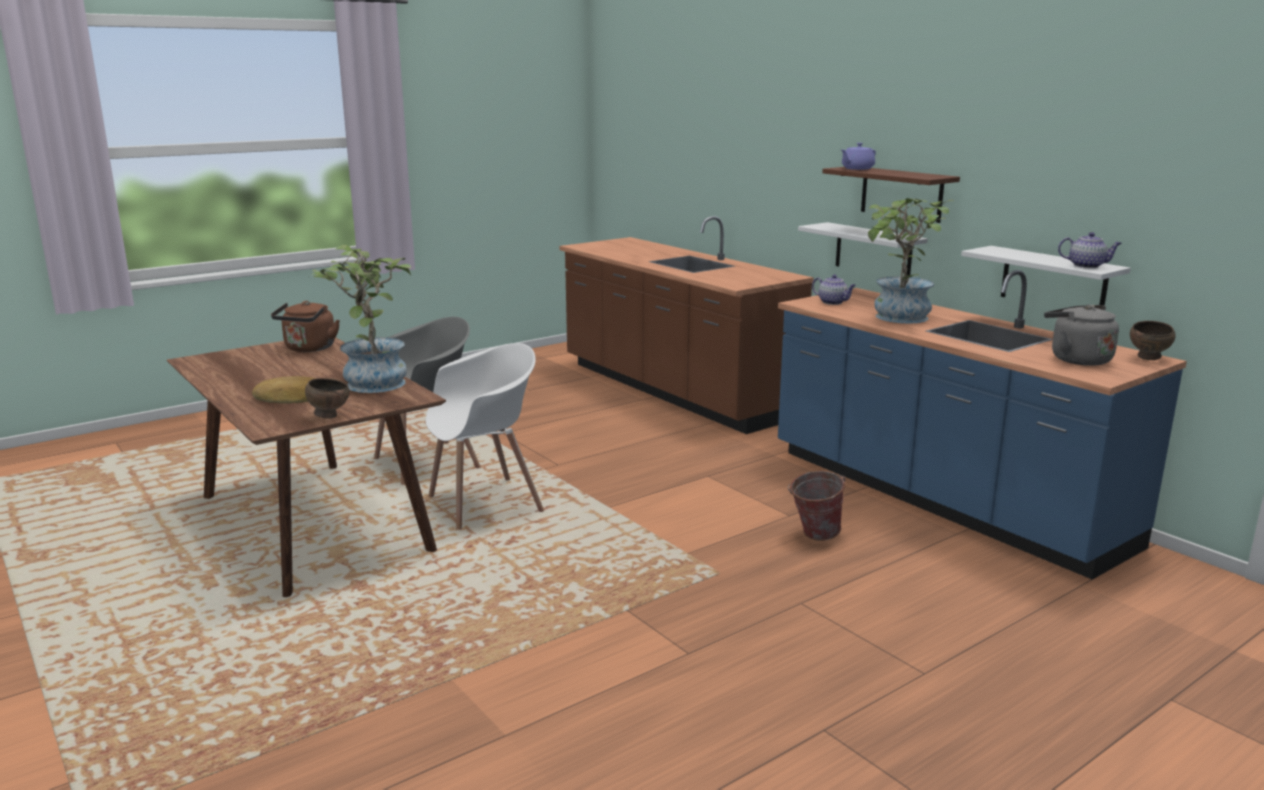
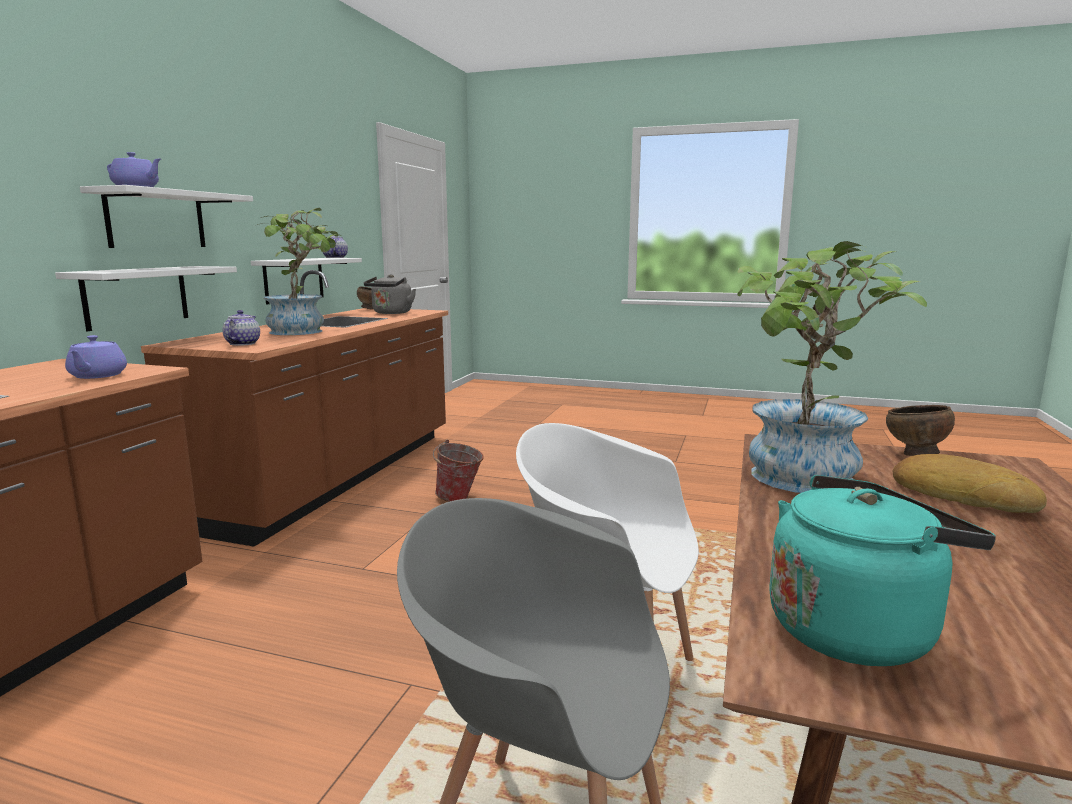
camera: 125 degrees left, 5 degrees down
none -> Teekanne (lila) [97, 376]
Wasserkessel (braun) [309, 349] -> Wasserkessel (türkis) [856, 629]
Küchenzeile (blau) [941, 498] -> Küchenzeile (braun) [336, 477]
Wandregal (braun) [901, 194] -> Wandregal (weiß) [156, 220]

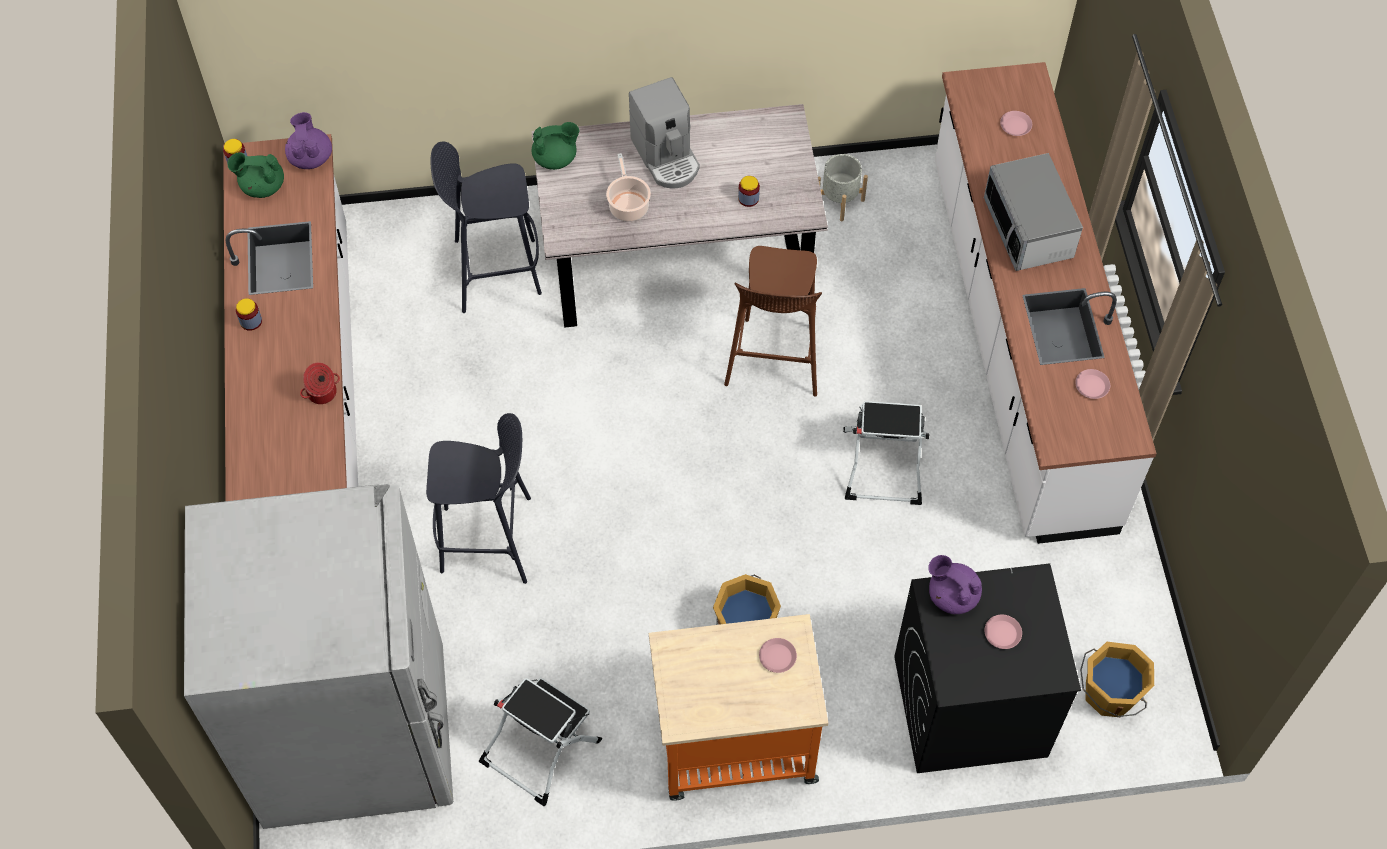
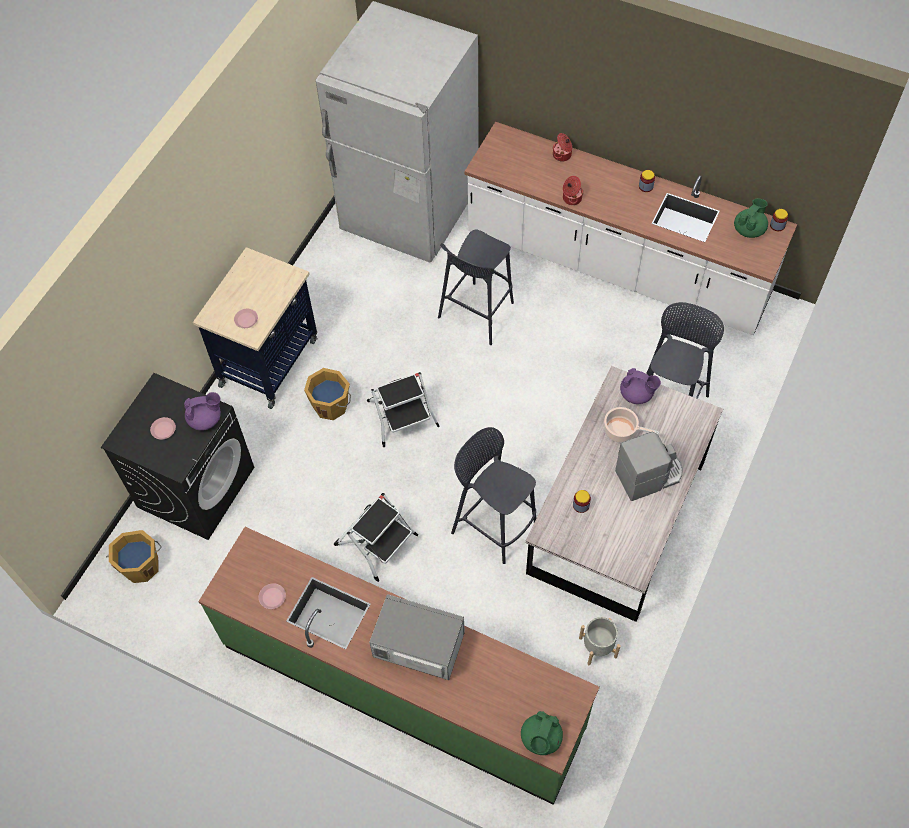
camera: 125 degrees right, 0 degrees up
Teller (rosa) [1015, 126] -> none
none -> Kochtopf [562, 155]
Teekanne (lila) [310, 157] -> Teekanne (lila) [637, 394], relocated
Trittleiter [540, 746] -> Trittleiter [401, 415], relocated
Teekanne (grün) [556, 158] -> Teekanne (grün) [541, 739], relocated
Rollwagen (orange) [734, 747] -> Rollwagen (blau) [269, 361]
Hocker (braun) [774, 359] -> Hocker (grau) [495, 525]
Küchenzeile (weiß) [1018, 343] -> Küchenzeile (grün) [402, 686]
Kaffeemaschine [666, 157] -> Kaffeemaschine [649, 476], 150 degrees clockwise

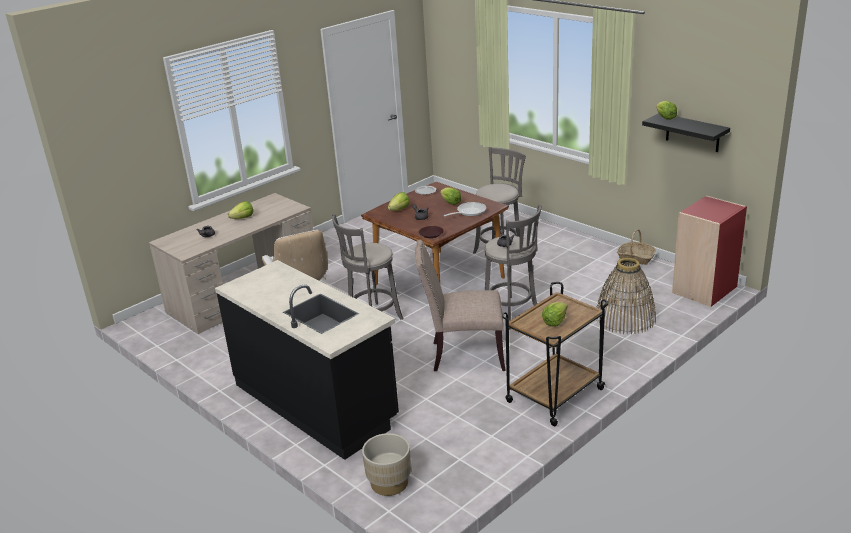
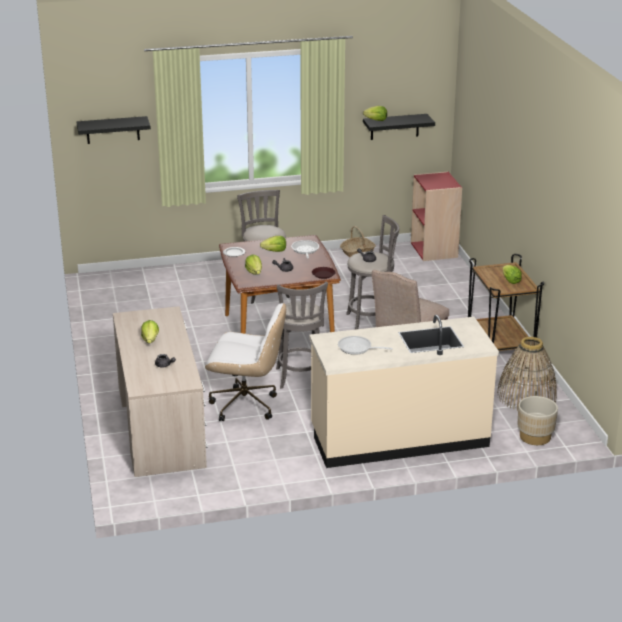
camera: 60 degrees left, 0 degrees up
none -> Wandregal (schwarz) [112, 130]
none -> Pfanne [357, 348]
Korb [625, 318] -> Korb [526, 396], relocated
Küchenzeile (schwarz) [316, 402] -> Küchenzeile (beige) [399, 438]

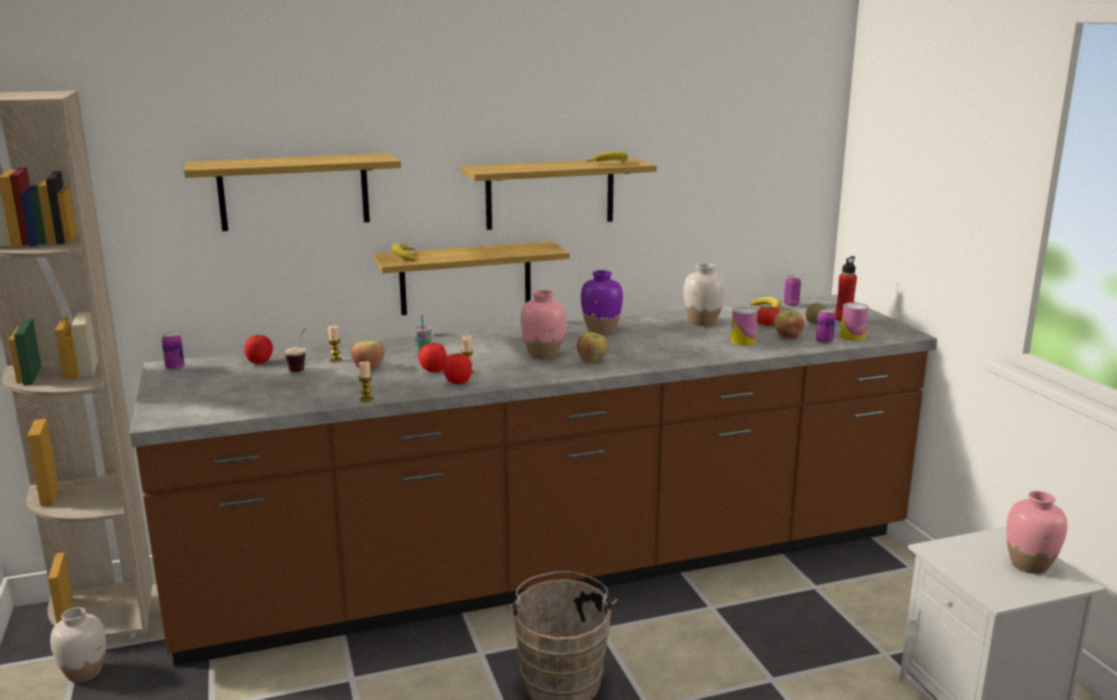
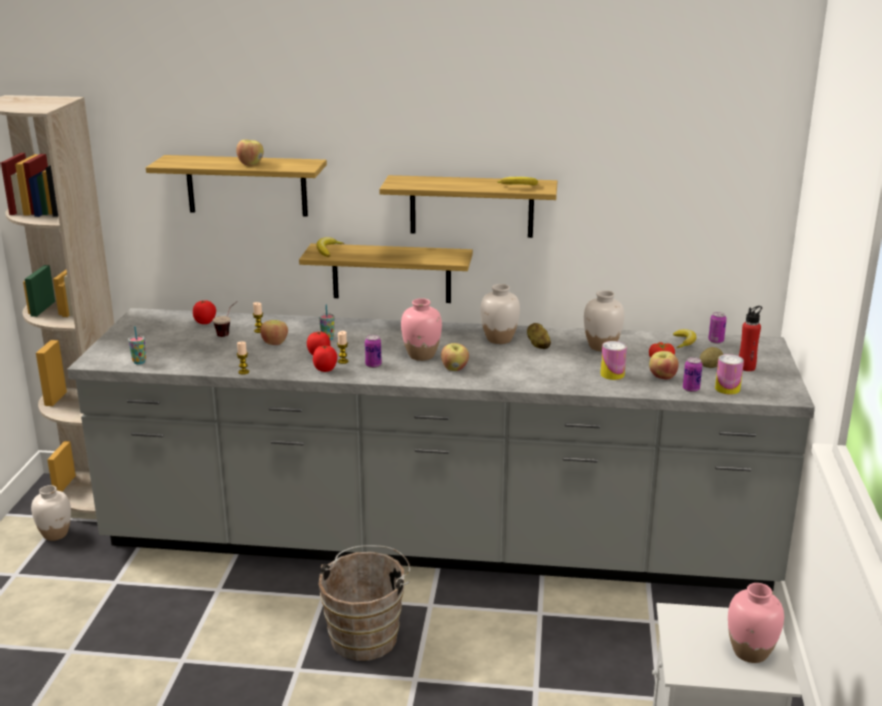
camera: 25 degrees right, 5 degrees up
none -> Tasse [139, 362]
none -> Apfel [250, 164]
none -> Kartoffel [538, 345]
Dose [175, 367] -> Dose [373, 365], relocated
Küchenzeile (braun) [558, 566] -> Küchenzeile (grau) [441, 542]
Vase (lila) [601, 330] -> Vase (weiß) [499, 339]

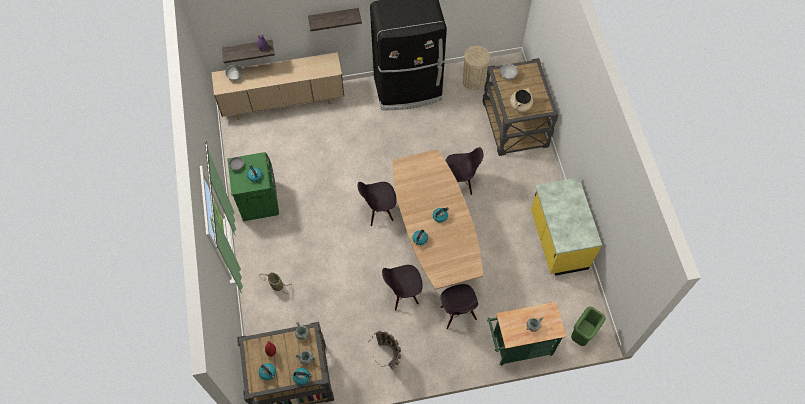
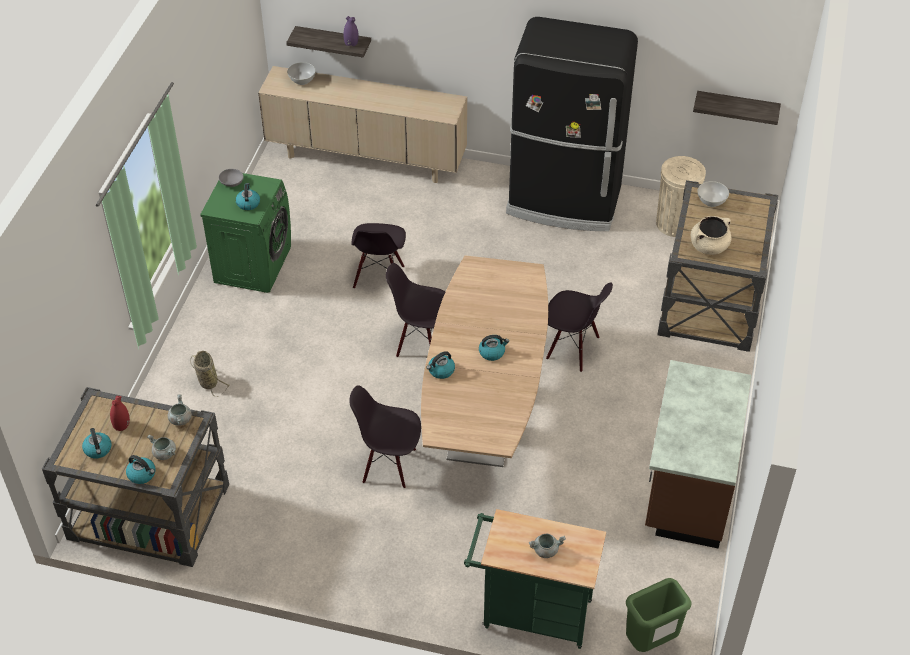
camera: 25 degrees right, 15 degrees down
Korb [390, 358] -> none
Wandregal [333, 17] -> Wandregal [737, 107], relocated
Stuhl (schwarz) [458, 313] -> Stuhl (schwarz) [379, 278], relocated
Küchenzeile (gelb) [557, 240] -> Küchenzeile (braun) [688, 487]

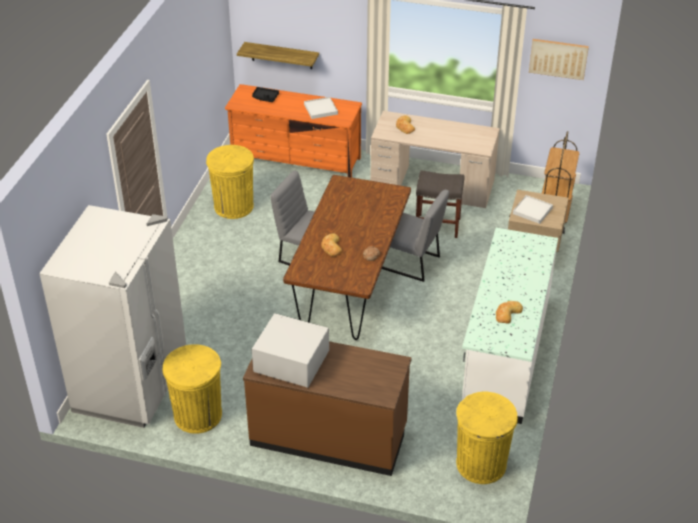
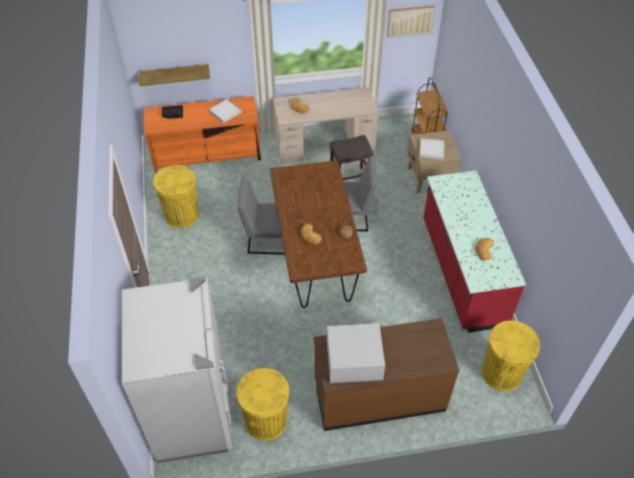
camera: 25 degrees left, 10 degrees up
Küchenzeile (weiß) [504, 354] -> Küchenzeile (rot) [461, 272]

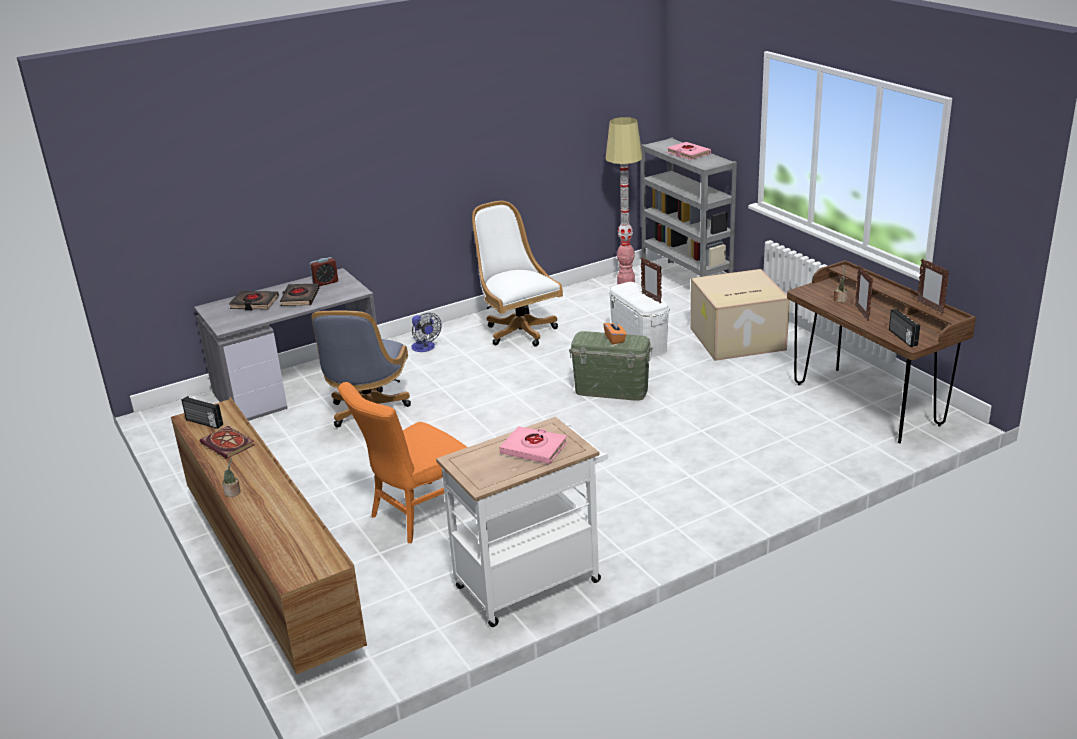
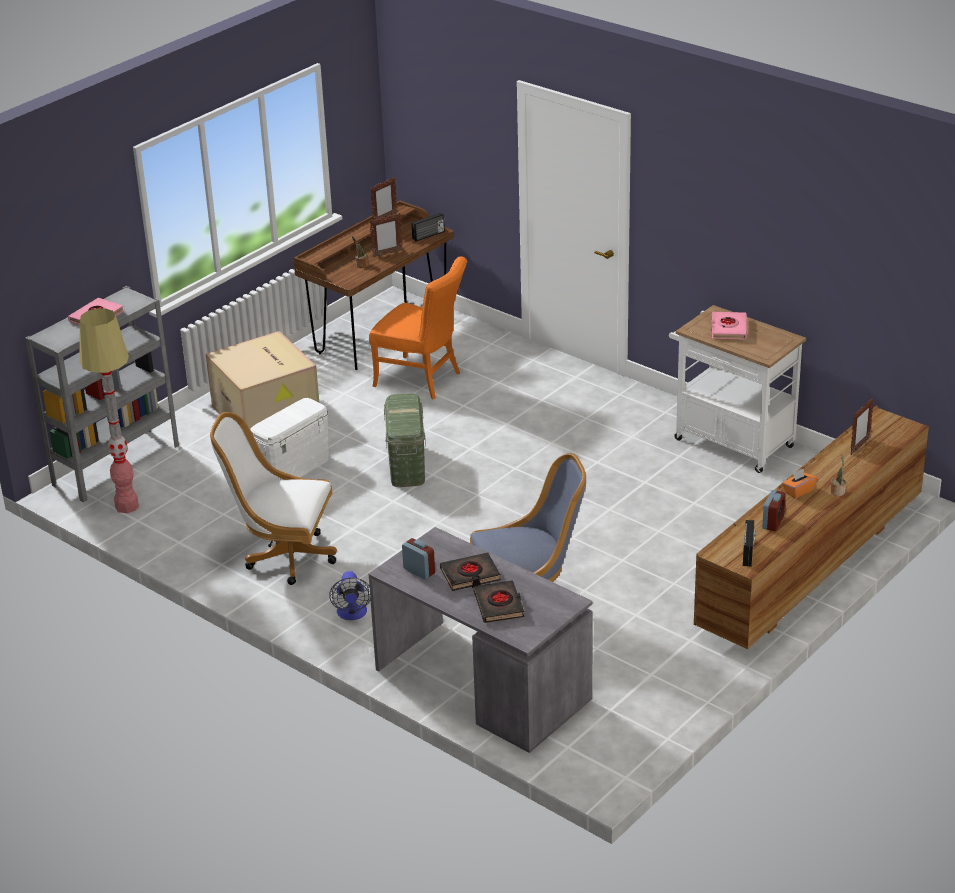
camera: 110 degrees left, 5 degrees up
Stuhl (orange) [416, 515] -> Stuhl (orange) [422, 379], relocated
Taschentuchbox (orange) [615, 339] -> Taschentuchbox (orange) [798, 491], relocated
Bilderrahmen [651, 298] -> Bilderrahmen [859, 447], relocated
Buch [229, 444] -> Wecker [773, 522]
Ventilator [425, 348] -> Ventilator [352, 614], 135 degrees clockwise
Bürostuhl (weiß) [517, 330] -> Bürostuhl (weiß) [283, 557], 60 degrees clockwise

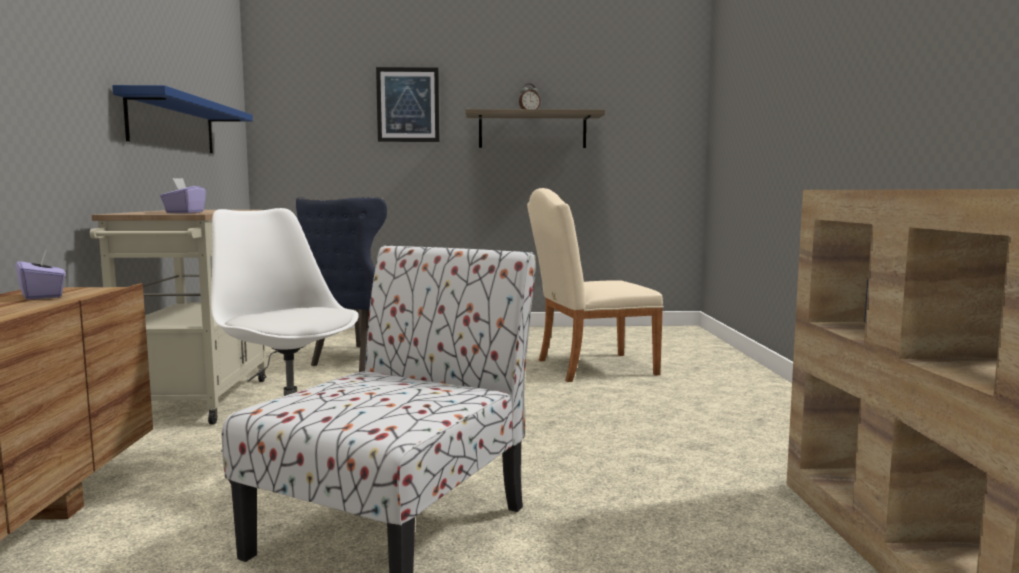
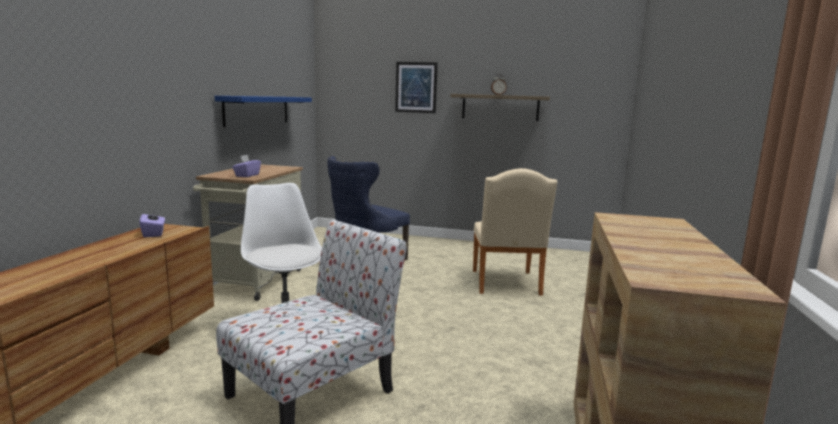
camera: 15 degrees right, 5 degrees up
Stuhl (beige) [588, 367] -> Stuhl (beige) [506, 284], 90 degrees counterclockwise

